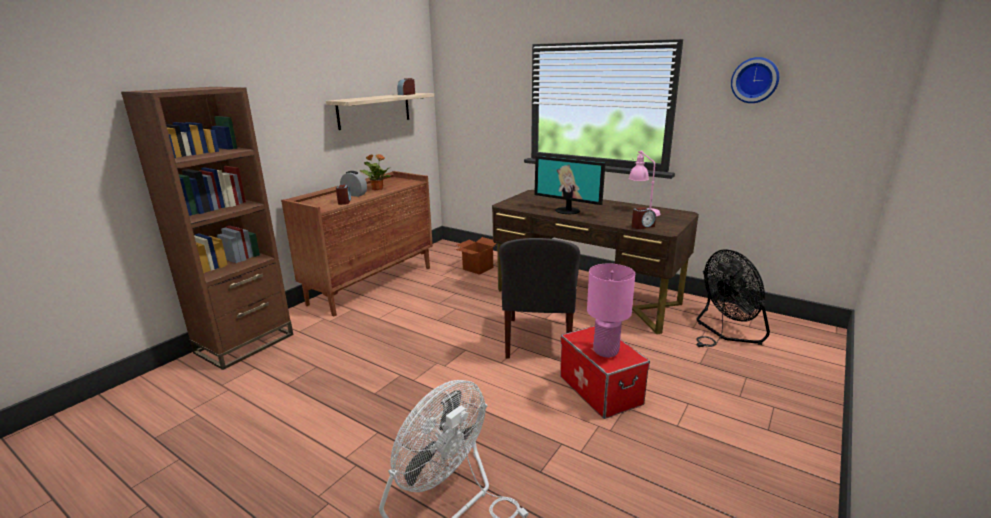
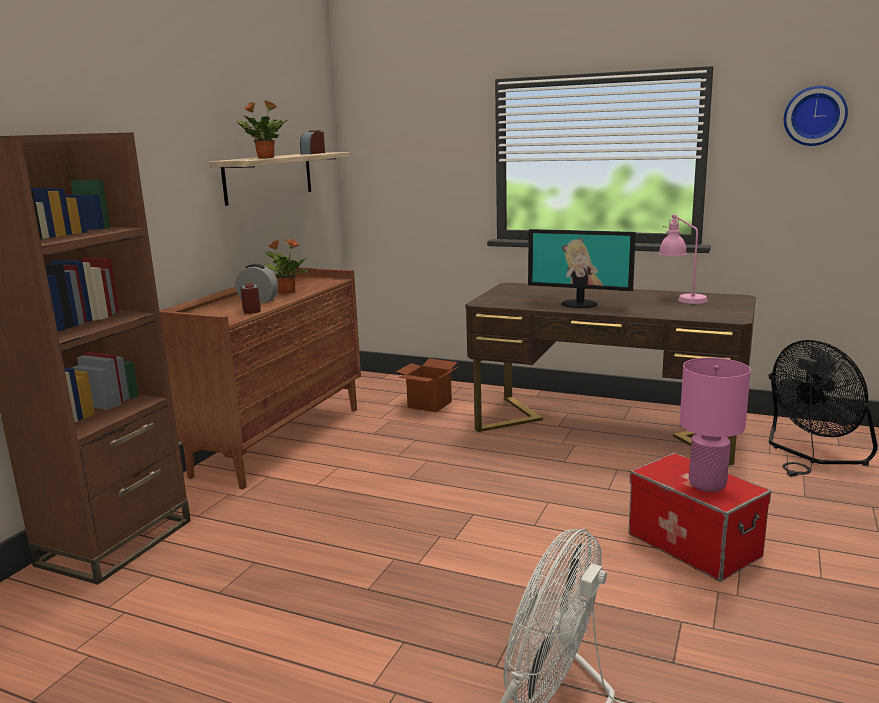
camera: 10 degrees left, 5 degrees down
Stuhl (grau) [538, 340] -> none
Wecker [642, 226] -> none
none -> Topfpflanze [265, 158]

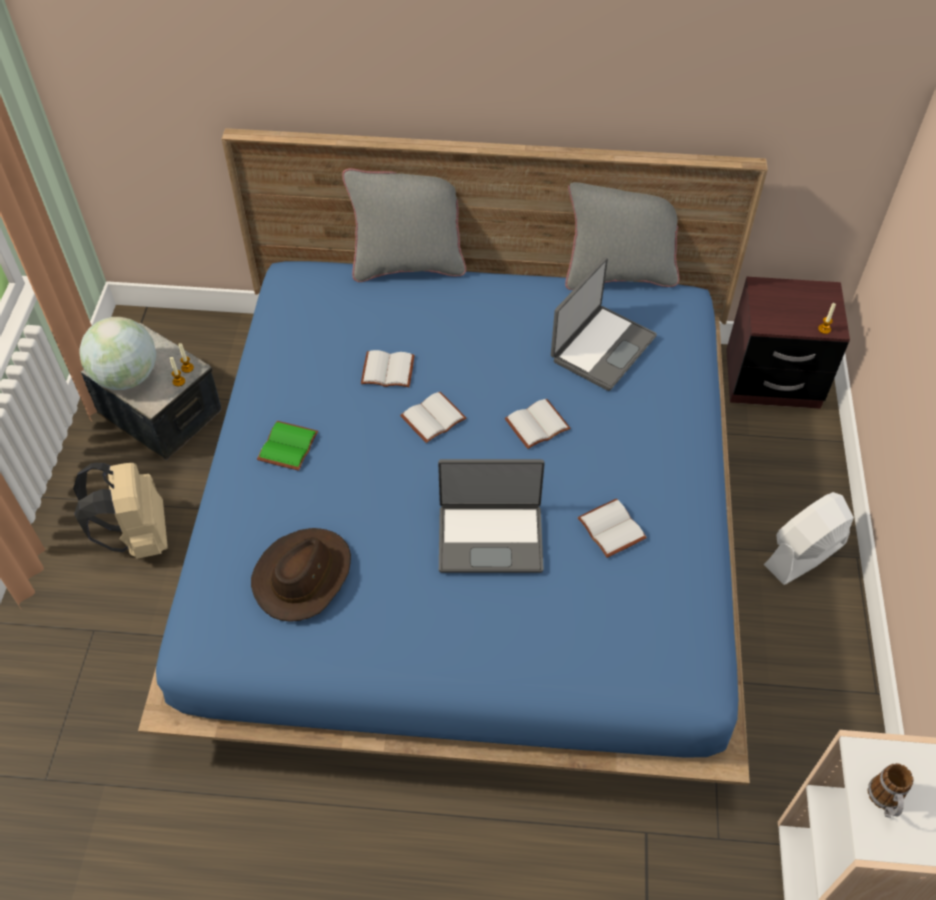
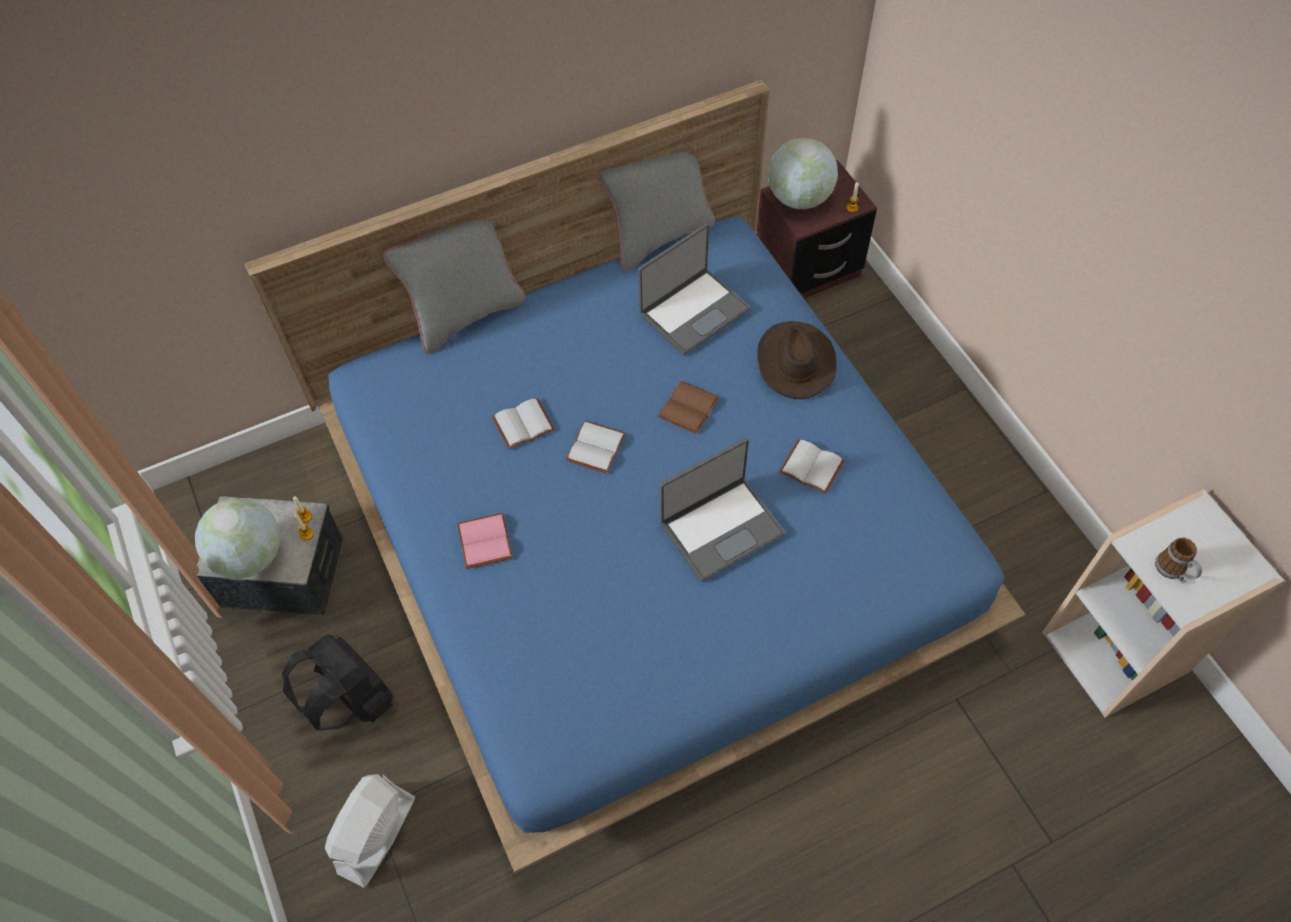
camera: 30 degrees left, 5 degrees up
none -> Globus [799, 198]
Hut (braun) [303, 576] -> Hut (braun) [794, 362], relocated
Ventilator (weiß) [804, 554] -> Ventilator (weiß) [376, 835], relocated
Rucksack (beige) [138, 536] -> Rucksack (schwarz) [352, 701]
Buch (grün) [287, 445] -> Buch (rosa) [483, 541]
Buch (weiß) [537, 426] -> Buch (braun) [689, 409]
Laptop [601, 347] -> Laptop [693, 311], 45 degrees clockwise

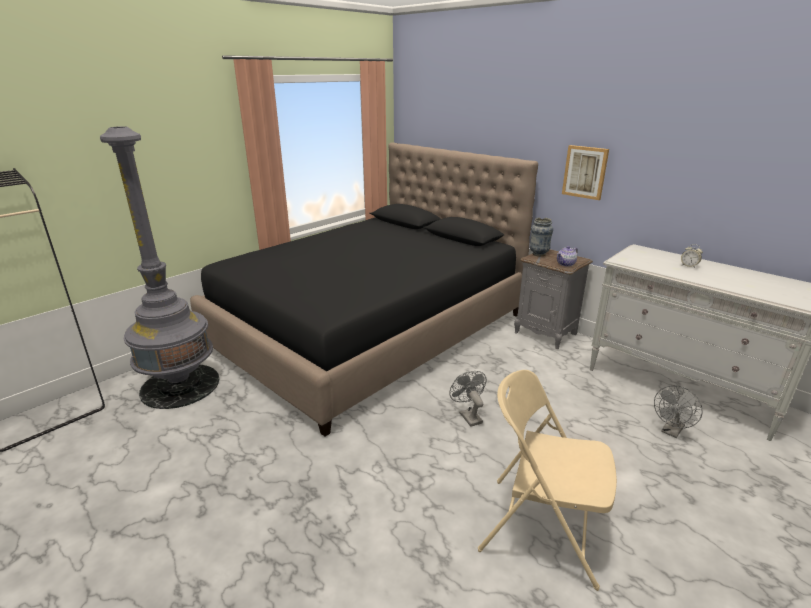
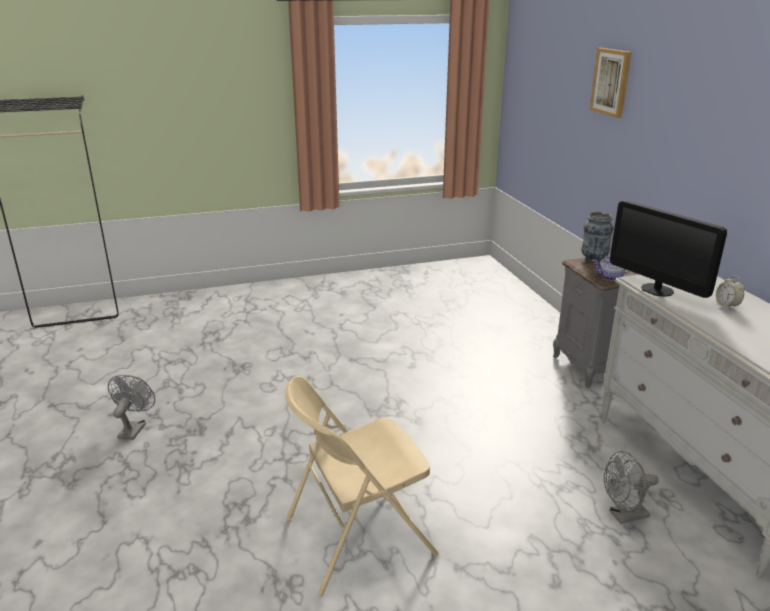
camera: 30 degrees right, 0 degrees up
Stehlampe (grau) [180, 385] -> none
Bett (schwarz) [371, 330] -> none
none -> Monitor [657, 290]
Ventilator (grau) [468, 416] -> Ventilator (grau) [134, 428], relocated
Bild [585, 172] -> Bild [611, 82], relocated
Stuhl (beige) [542, 528] -> Stuhl (beige) [359, 536], 75 degrees counterclockwise

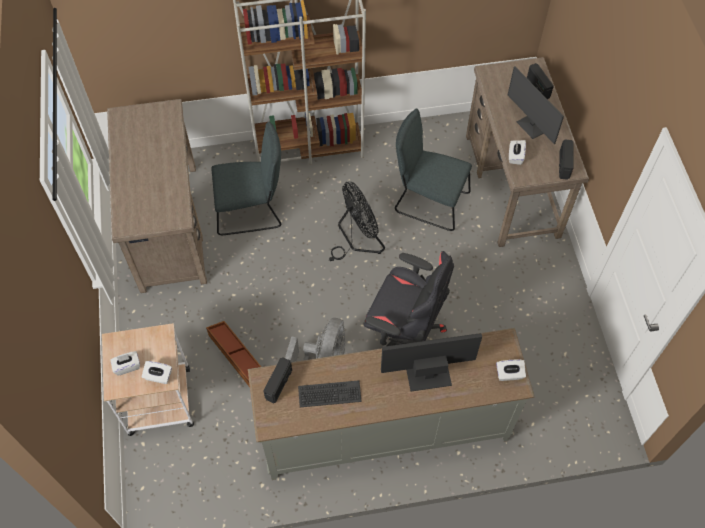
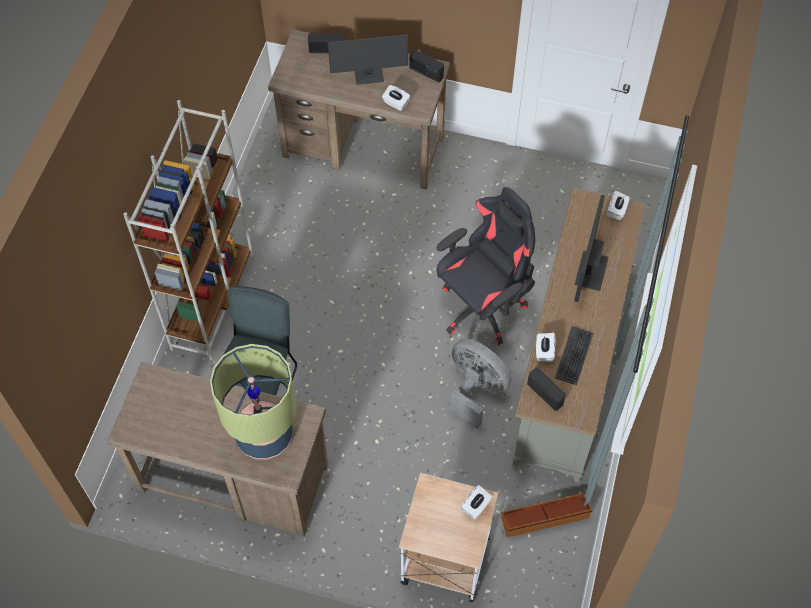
camera: 65 degrees left, 0 degrees up
Ventilator (schwarz) [355, 236] -> none
Stuhl (grau) [428, 201] -> none
none -> Tischlampe [264, 435]
Taschentuchbox (weiß) [127, 366] -> Taschentuchbox (weiß) [544, 351], relocated
Aufbewahrungsbox (braun) [237, 357] -> Aufbewahrungsbox (braun) [545, 518], relocated

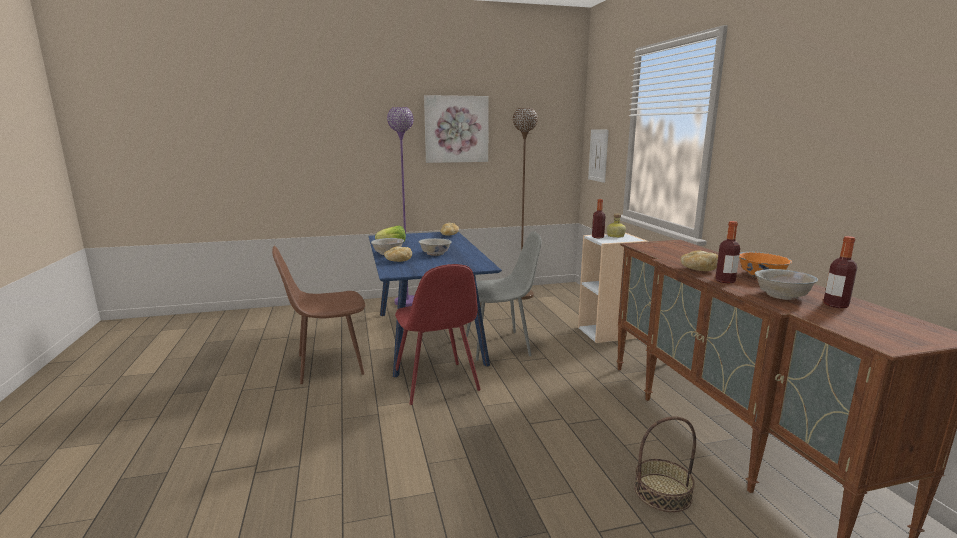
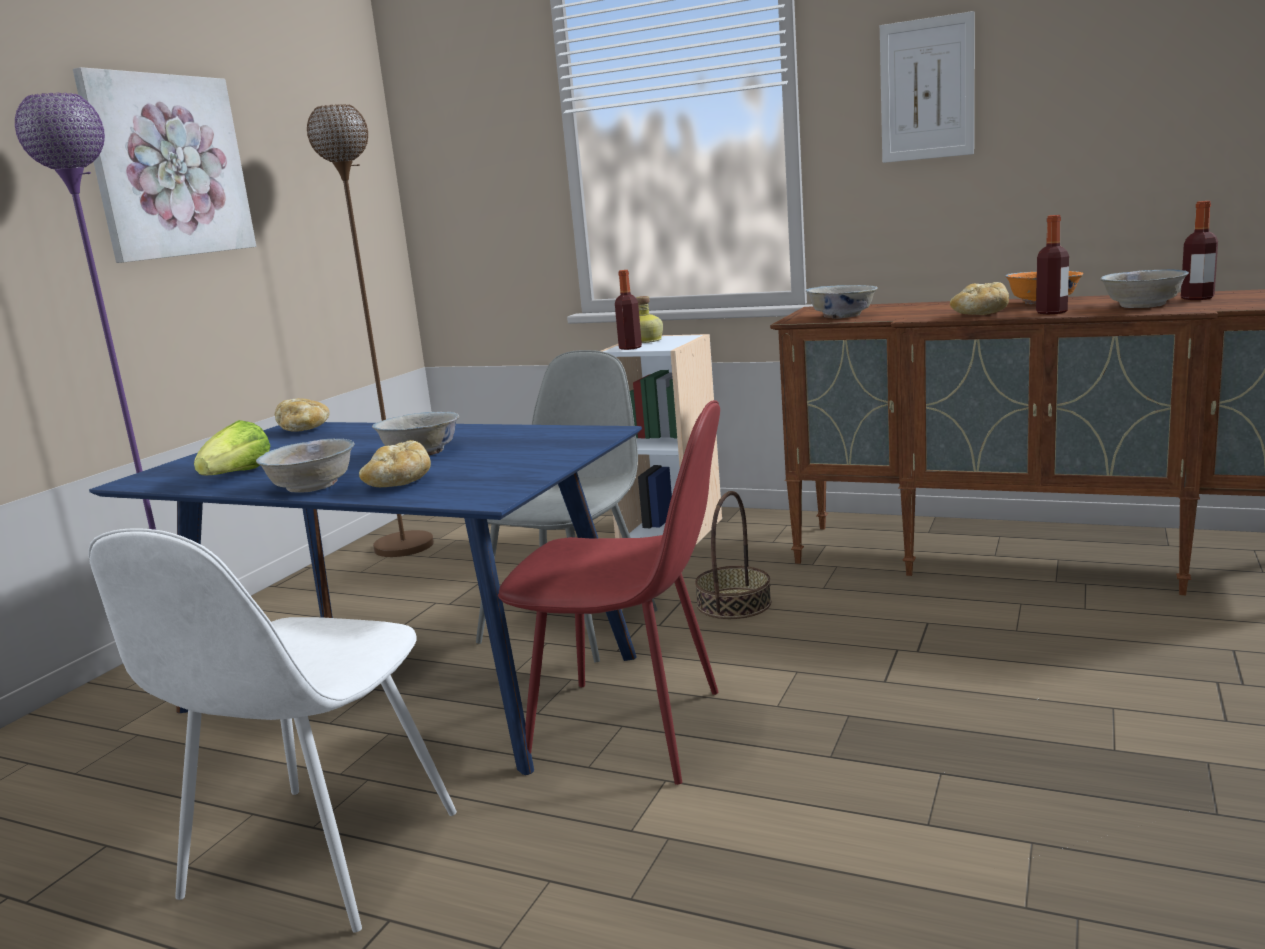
camera: 50 degrees left, 0 degrees up
none -> Schüssel (weiß) [841, 316]
Bild [598, 155] -> Bild [927, 89], relocated
Korb [662, 492] -> Korb [733, 603], relocated
Stuhl (braun) [327, 365] -> Stuhl (weiß) [317, 859]

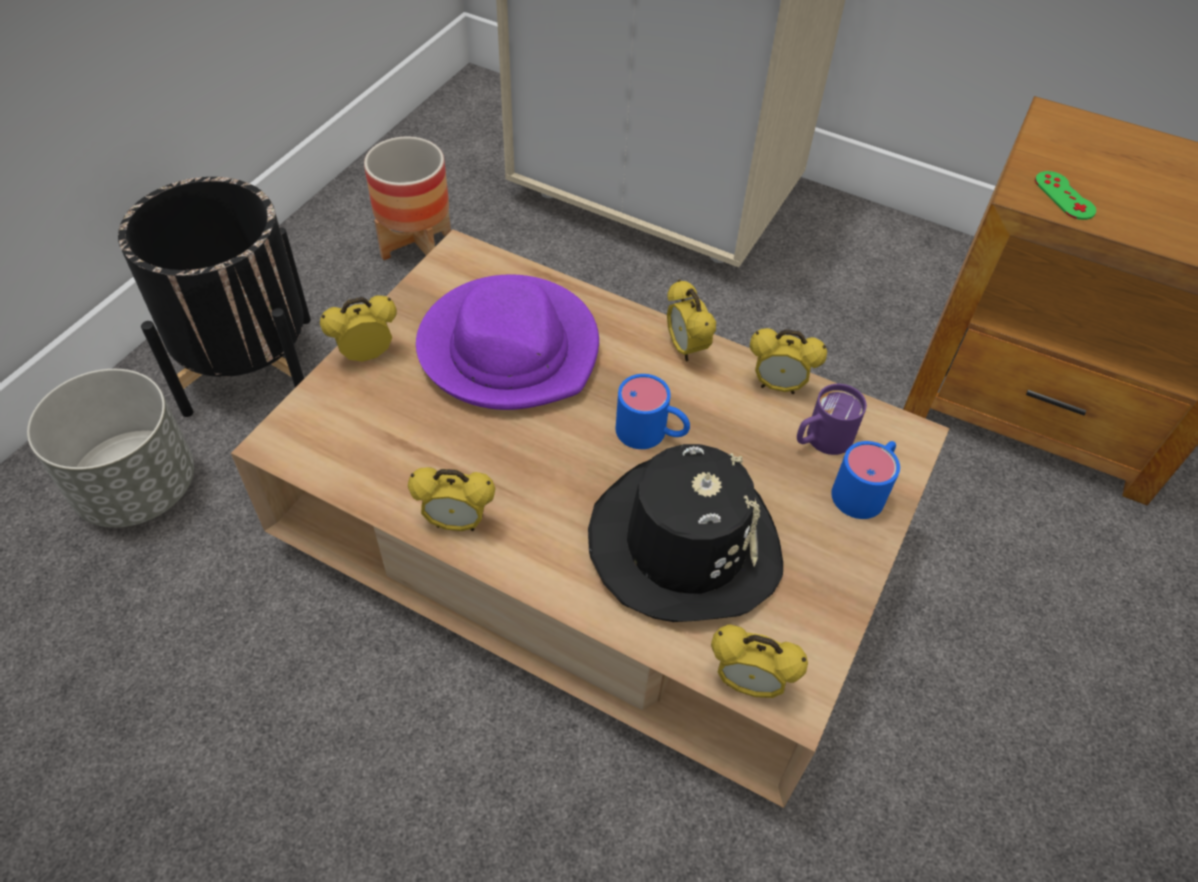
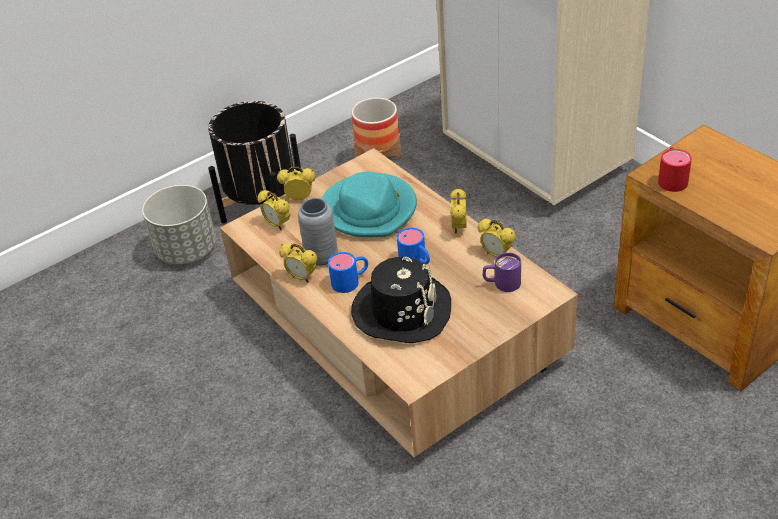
camera: 30 degrees right, 10 degrees down
none -> Vase (grau) [321, 257]
Wecker [748, 684] -> Wecker [277, 225], relocated
Henkelbecher (blau) [864, 489] -> Henkelbecher (blau) [351, 281], relocated
Gamepad (grün) [1064, 196] -> Henkelbecher (rot) [671, 178]
Hut (lila) [510, 348] -> Hut (türkis) [369, 209]

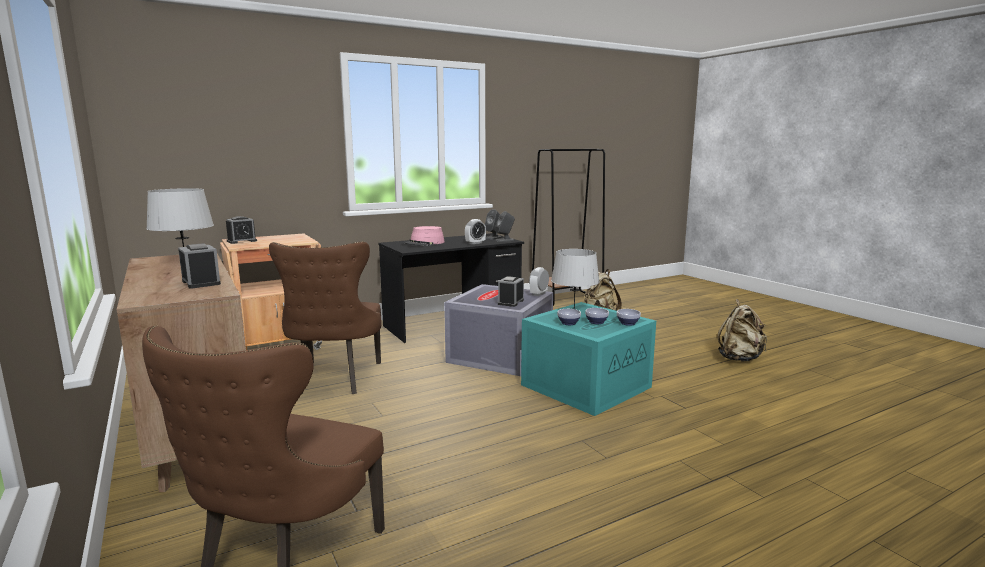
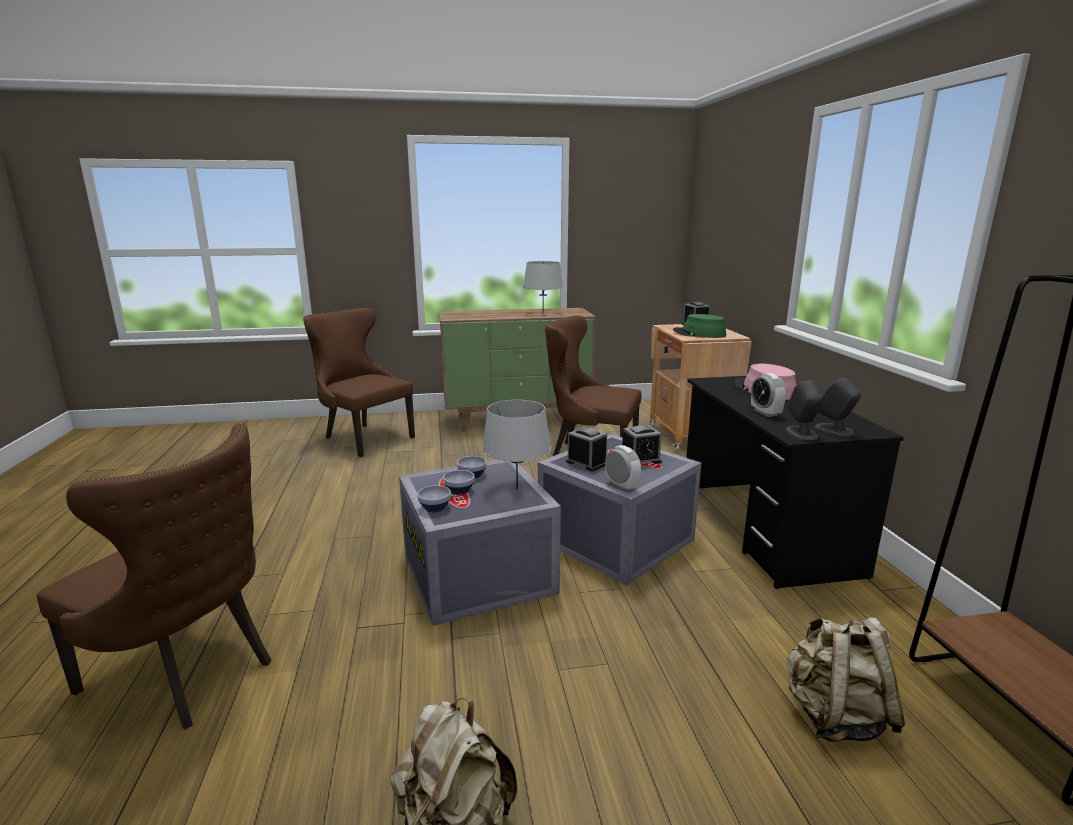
camera: 110 degrees right, 5 degrees up
none -> Stuhl (braun) [187, 673]
none -> Hut (grün) [699, 334]
Wecker [201, 282] -> Wecker [640, 460], relocated
Aufbewahrungsbox (türkis) [585, 385] -> Aufbewahrungsbox (grau) [481, 574]

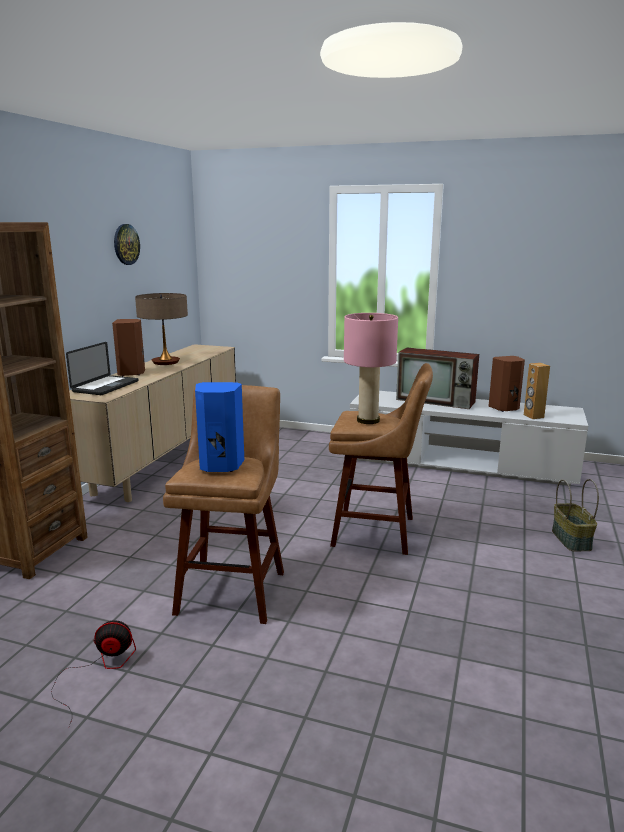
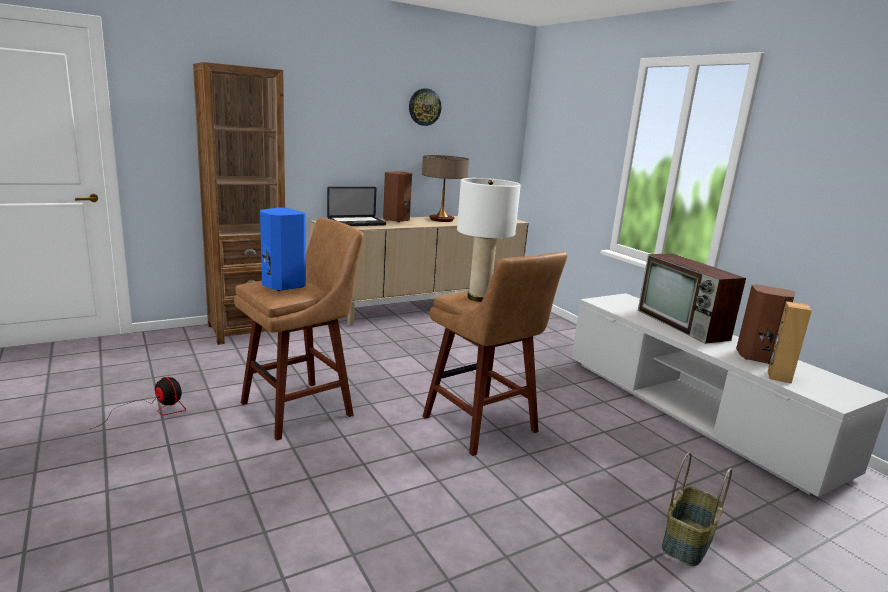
camera: 40 degrees right, 0 degrees up
Tischlampe (rosa) [367, 420] -> Tischlampe (weiß) [479, 298]

